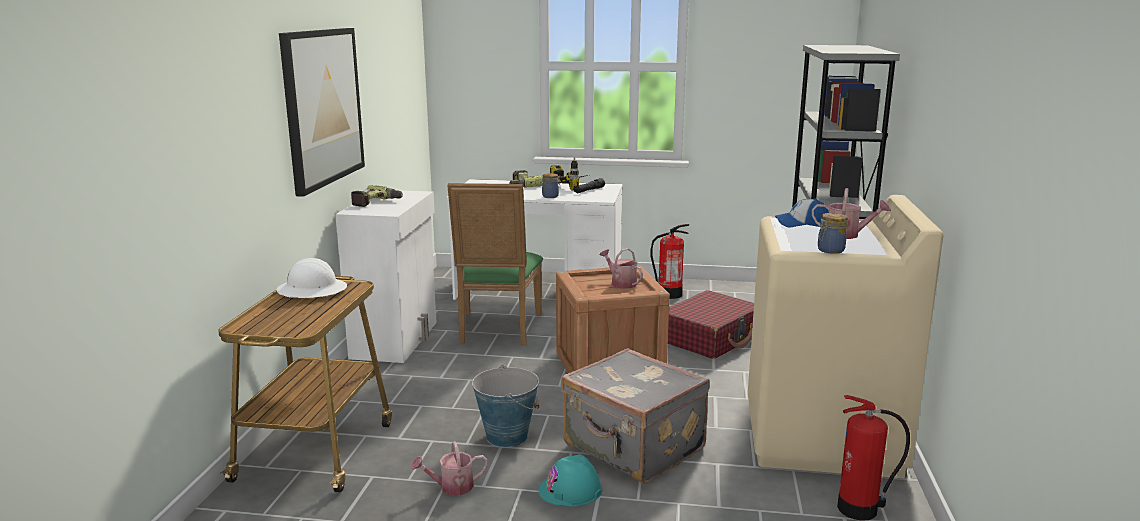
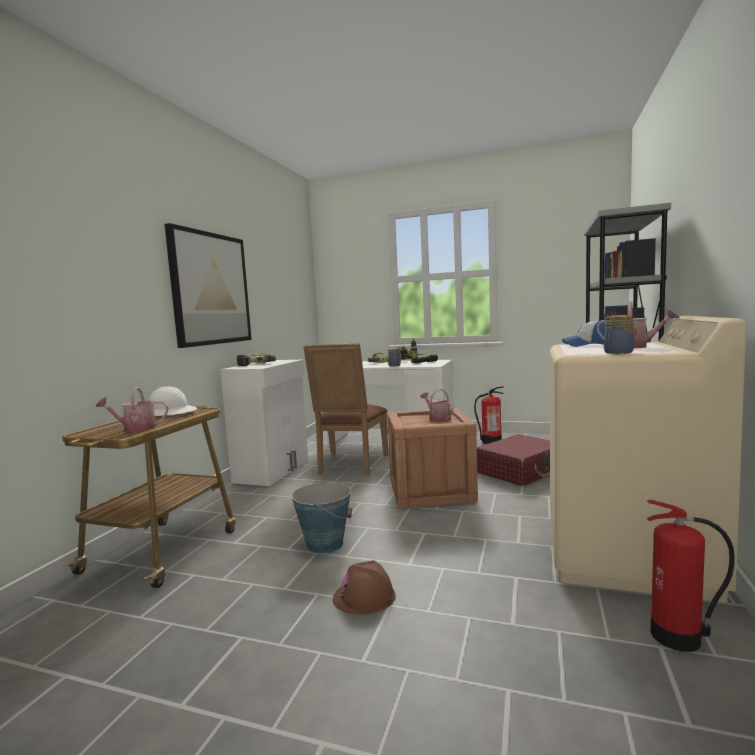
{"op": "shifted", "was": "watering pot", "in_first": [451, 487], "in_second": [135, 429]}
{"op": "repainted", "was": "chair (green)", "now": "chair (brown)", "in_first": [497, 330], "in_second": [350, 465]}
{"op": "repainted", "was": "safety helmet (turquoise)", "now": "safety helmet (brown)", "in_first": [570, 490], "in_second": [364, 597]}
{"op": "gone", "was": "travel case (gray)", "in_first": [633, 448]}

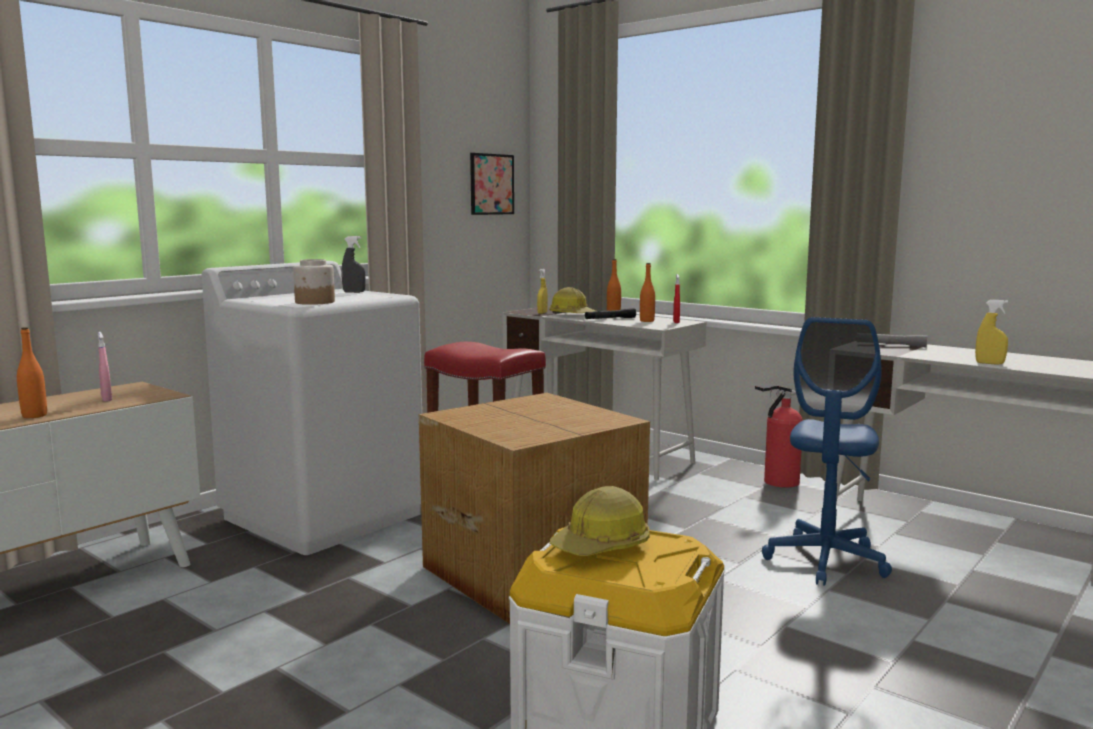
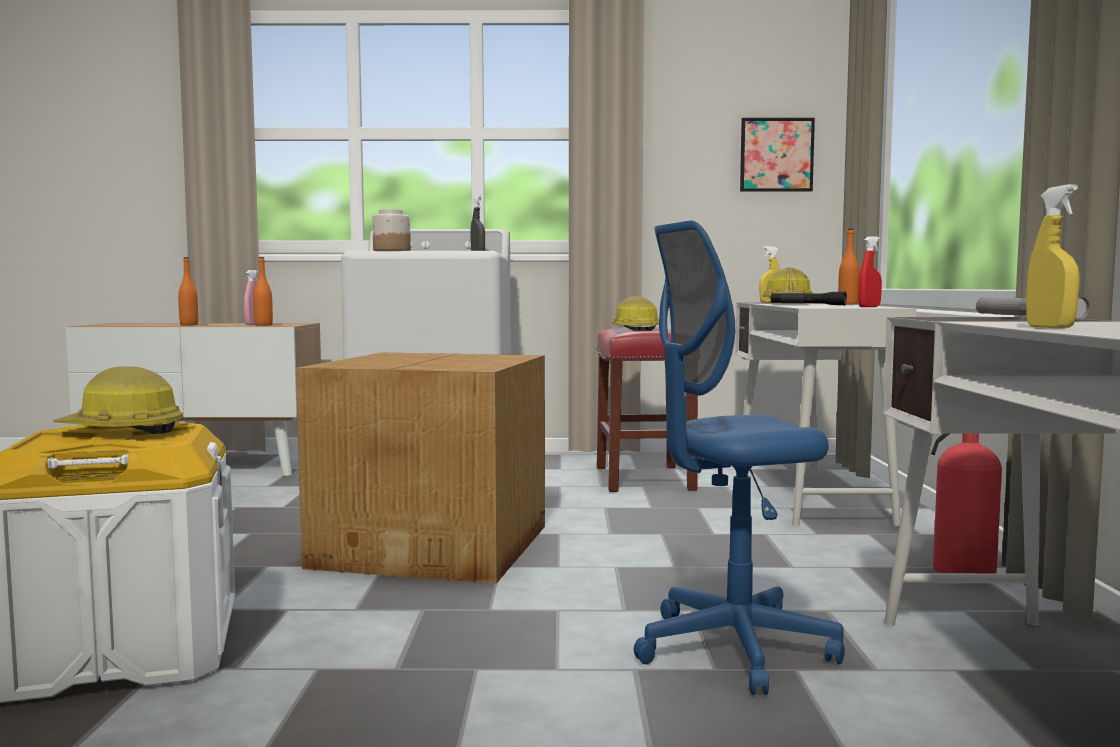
{"op": "shifted", "was": "bottle (orange-coloured)", "in_first": [647, 321], "in_second": [263, 325]}
{"op": "new", "now": "safety helmet", "in_second": [634, 330]}

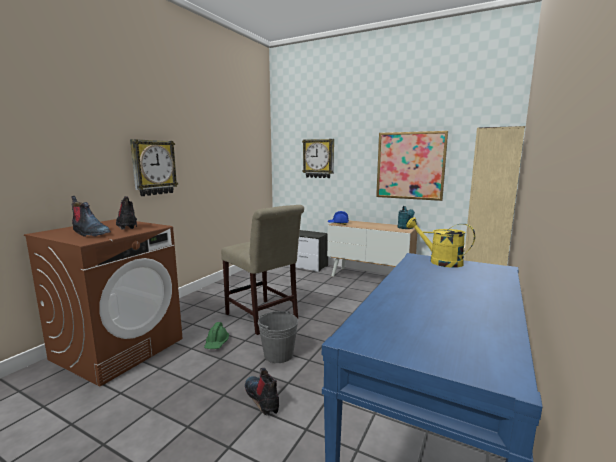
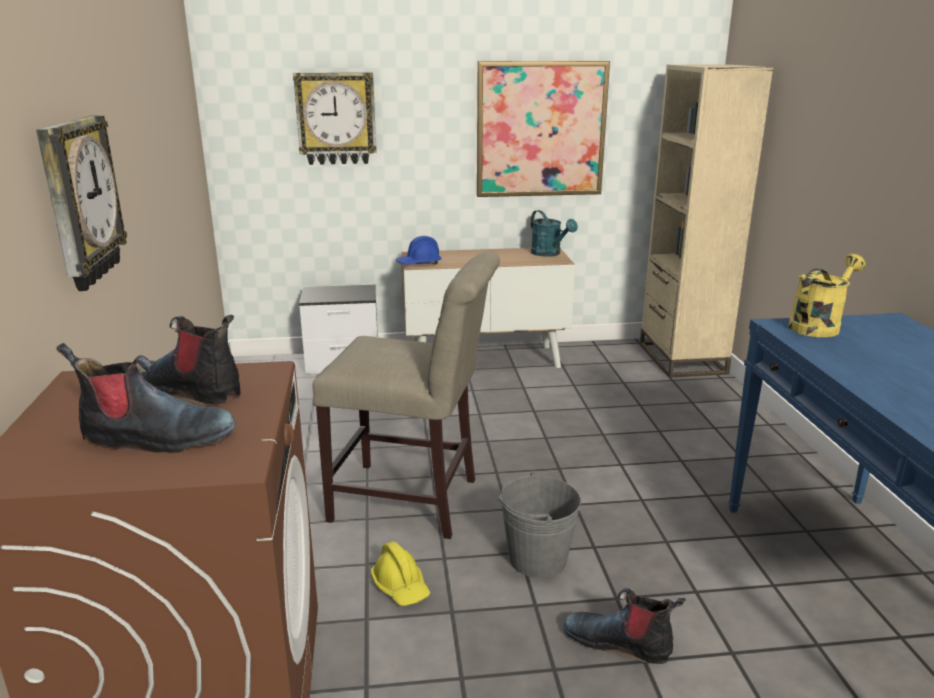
{"op": "repainted", "was": "safety helmet (green)", "now": "safety helmet (yellow-coloured)", "in_first": [216, 343], "in_second": [401, 586]}
{"op": "rotated", "was": "watering pot (yellow-coloured)", "in_first": [439, 261], "in_second": [818, 326], "clockwise": 135}

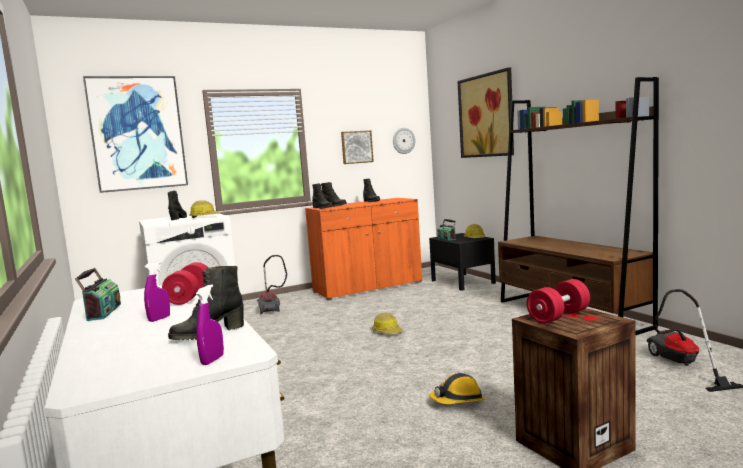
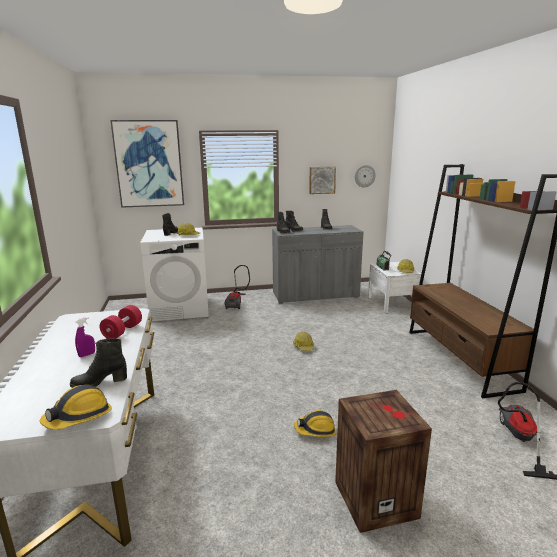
{"op": "swapped", "was": "spray bottle (purple)", "now": "safety helmet", "in_first": [212, 360], "in_second": [79, 417]}
{"op": "repainted", "was": "cupboard (orange-coloured)", "now": "cupboard (gray)", "in_first": [368, 287], "in_second": [315, 295]}
{"op": "repainted", "was": "bedside table (black-coloured)", "now": "bedside table (white-coloured)", "in_first": [462, 282], "in_second": [391, 303]}
{"op": "gone", "was": "radio set", "in_first": [102, 312]}
{"op": "gone", "was": "picture", "in_first": [486, 116]}
{"op": "gone", "was": "dumbbell (red-coloured)", "in_first": [558, 316]}

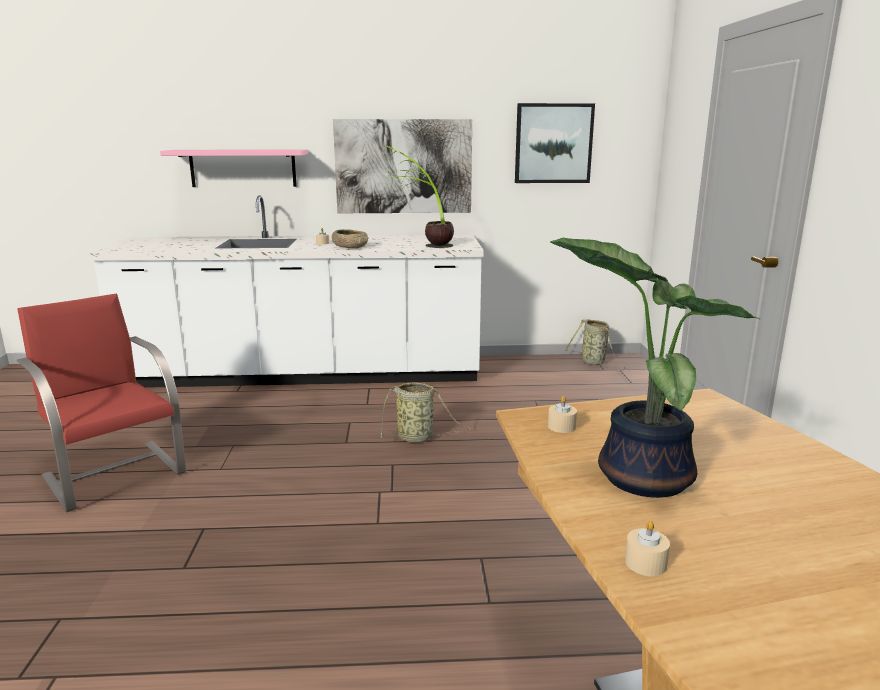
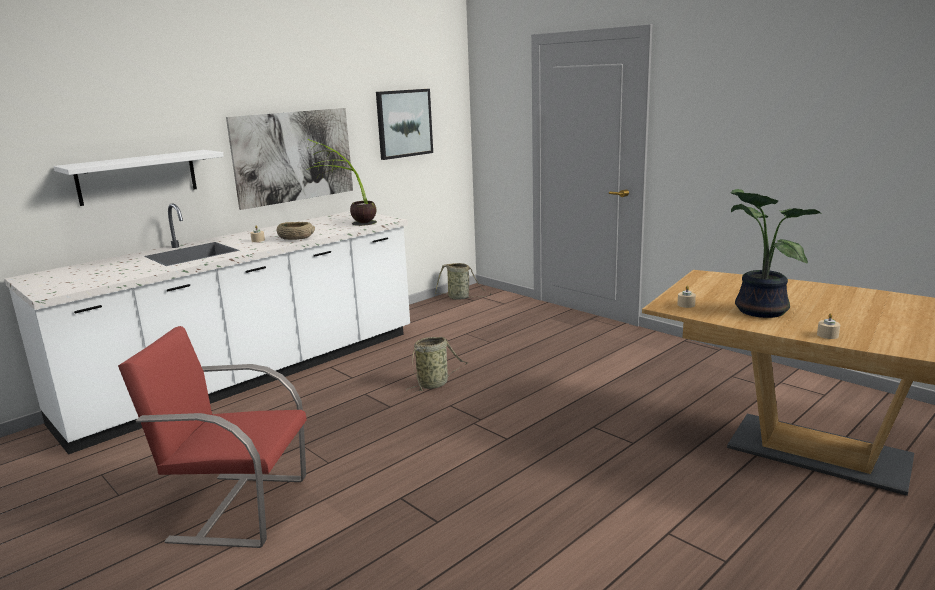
{"op": "repainted", "was": "bracket shelf (pinkish)", "now": "bracket shelf (white-coloured)", "in_first": [243, 168], "in_second": [137, 177]}

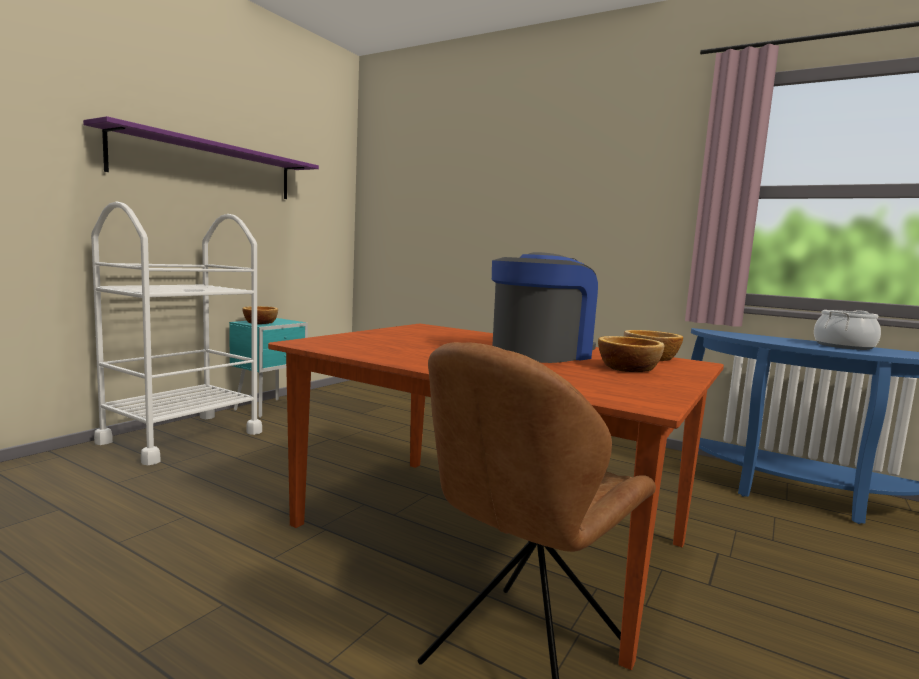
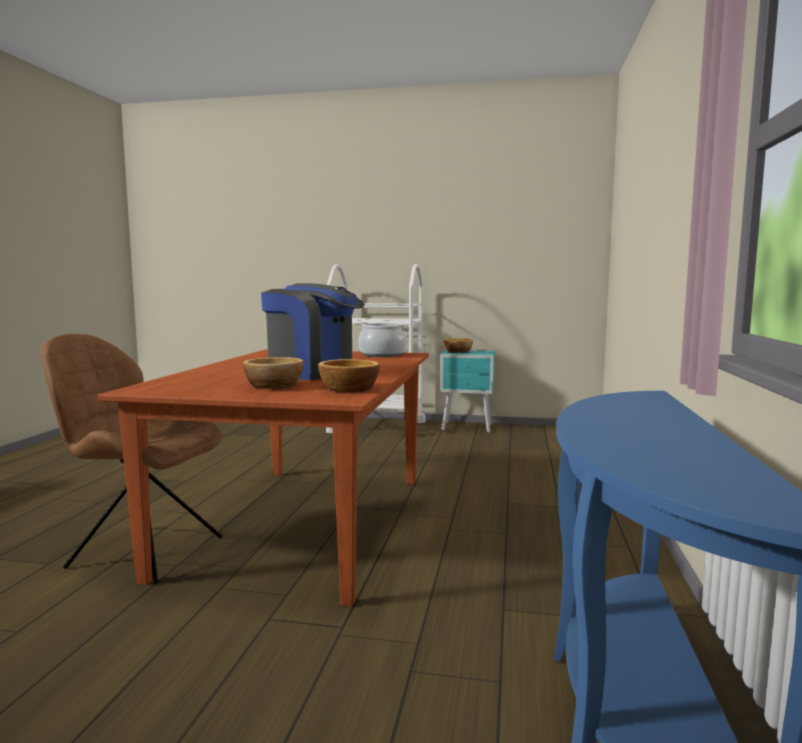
{"op": "shifted", "was": "saucepot", "in_first": [844, 346], "in_second": [382, 354]}
{"op": "gone", "was": "bracket shelf (purple)", "in_first": [208, 167]}

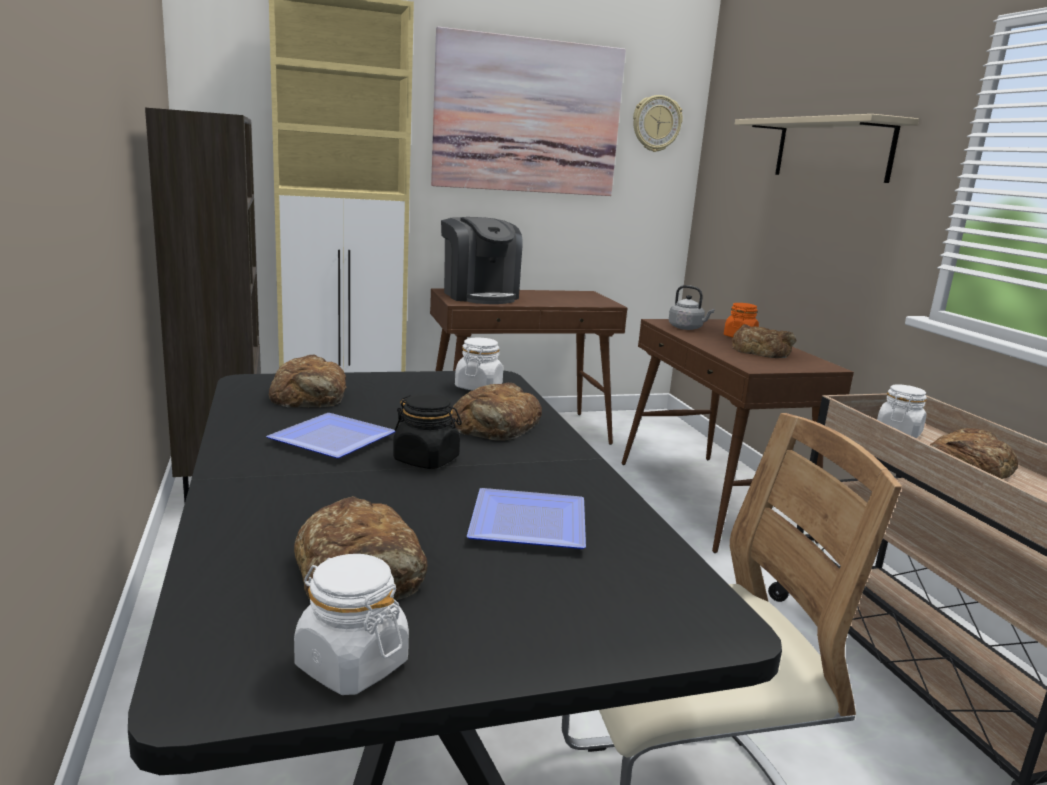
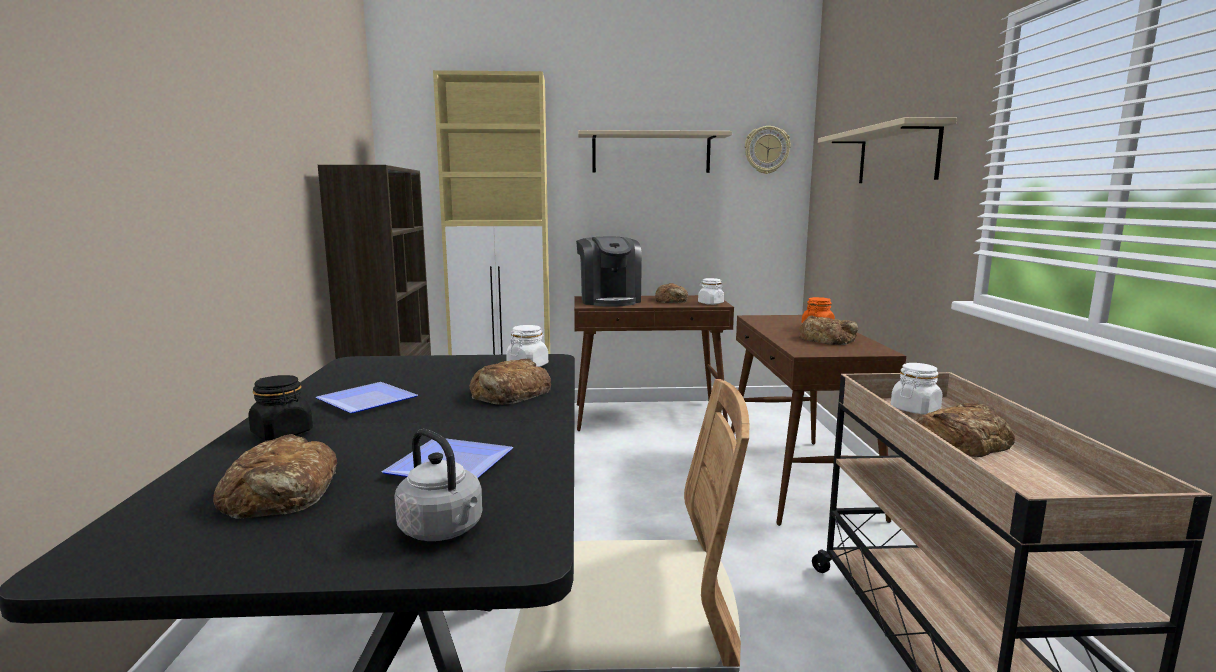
{"op": "shifted", "was": "preserve jar (black-coloured)", "in_first": [426, 460], "in_second": [282, 433]}
{"op": "shifted", "was": "water kettle (gray)", "in_first": [687, 328], "in_second": [443, 530]}
{"op": "swapped", "was": "picture", "now": "bracket shelf (sand-coloured)", "in_first": [528, 117], "in_second": [651, 153]}
{"op": "shifted", "was": "bakery bread", "in_first": [310, 395], "in_second": [672, 300]}
{"op": "shifted", "was": "preserve jar (white-coloured)", "in_first": [351, 664], "in_second": [710, 303]}

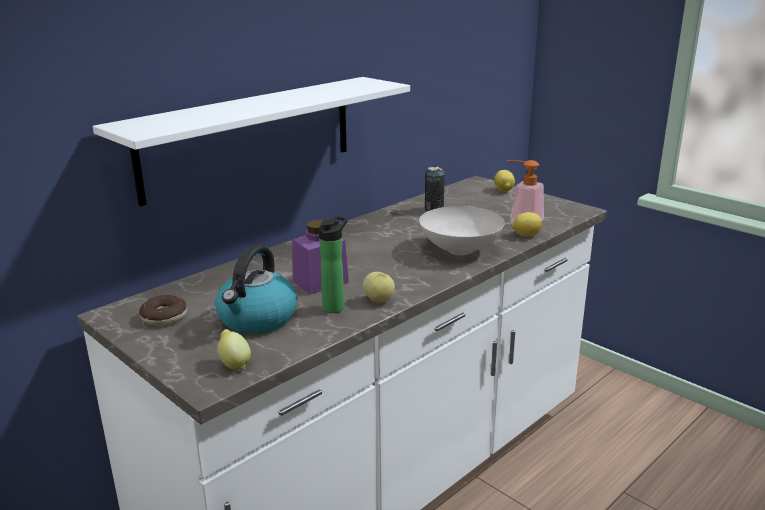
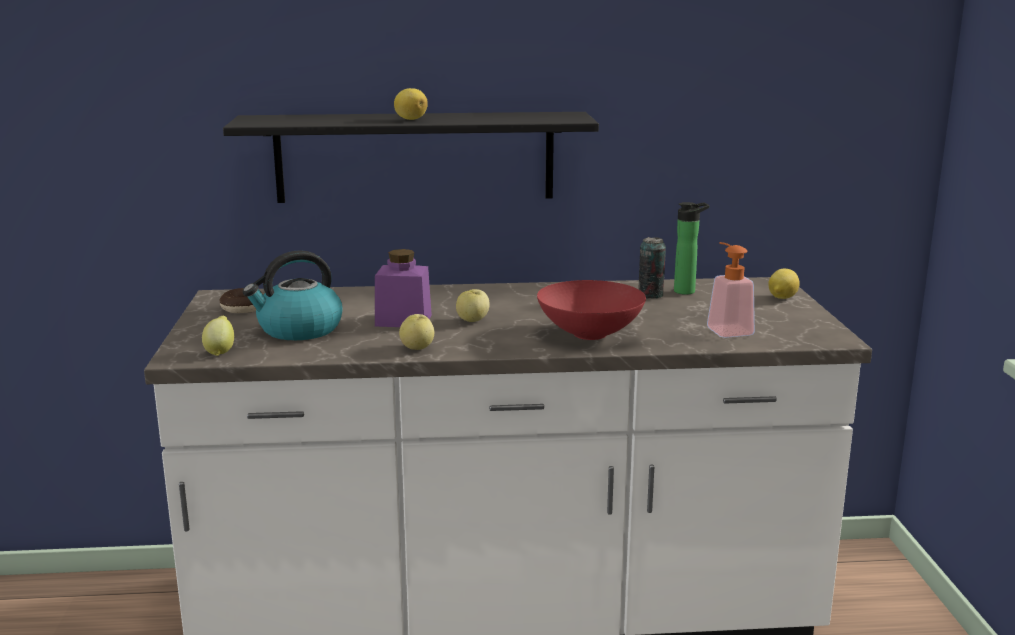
{"op": "repainted", "was": "bracket shelf (white-coloured)", "now": "bracket shelf (black-coloured)", "in_first": [249, 137], "in_second": [415, 157]}
{"op": "shifted", "was": "citrus fruit", "in_first": [526, 235], "in_second": [410, 119]}
{"op": "new", "now": "apple fruit", "in_second": [473, 320]}
{"op": "repainted", "was": "deep dish (white-coloured)", "now": "deep dish (red-coloured)", "in_first": [461, 250], "in_second": [589, 335]}
{"op": "shifted", "was": "bottle", "in_first": [335, 307], "in_second": [687, 291]}

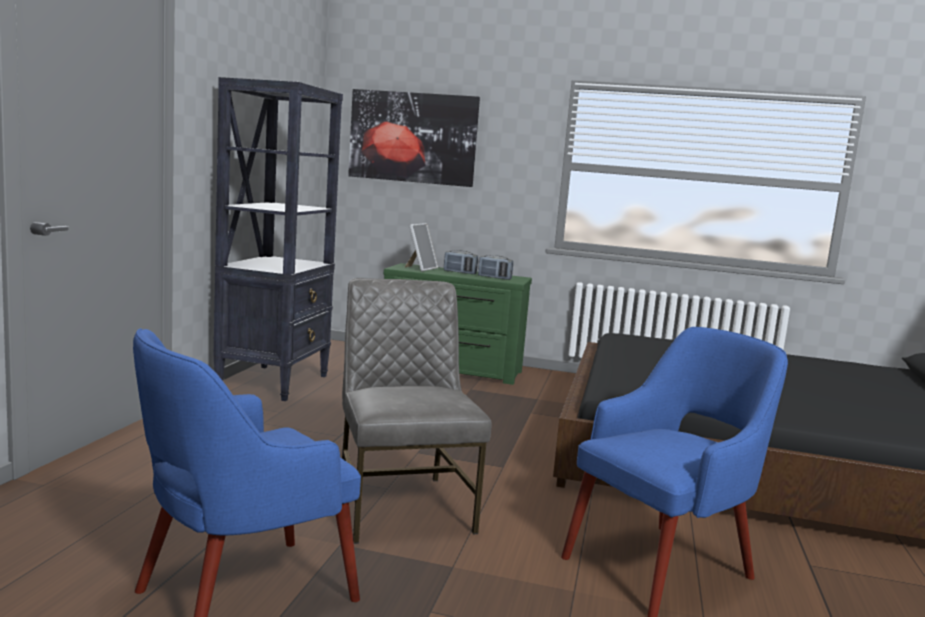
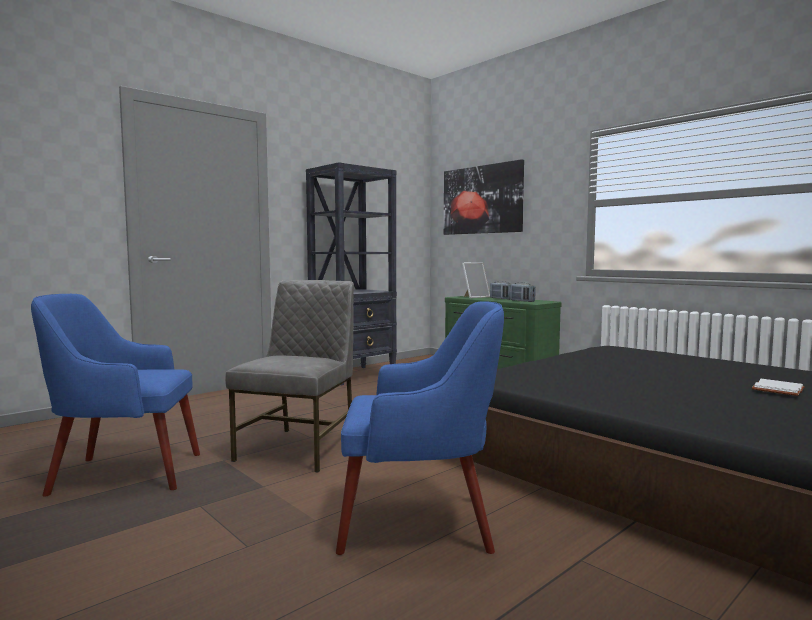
{"op": "new", "now": "book (white-coloured)", "in_second": [776, 389]}

